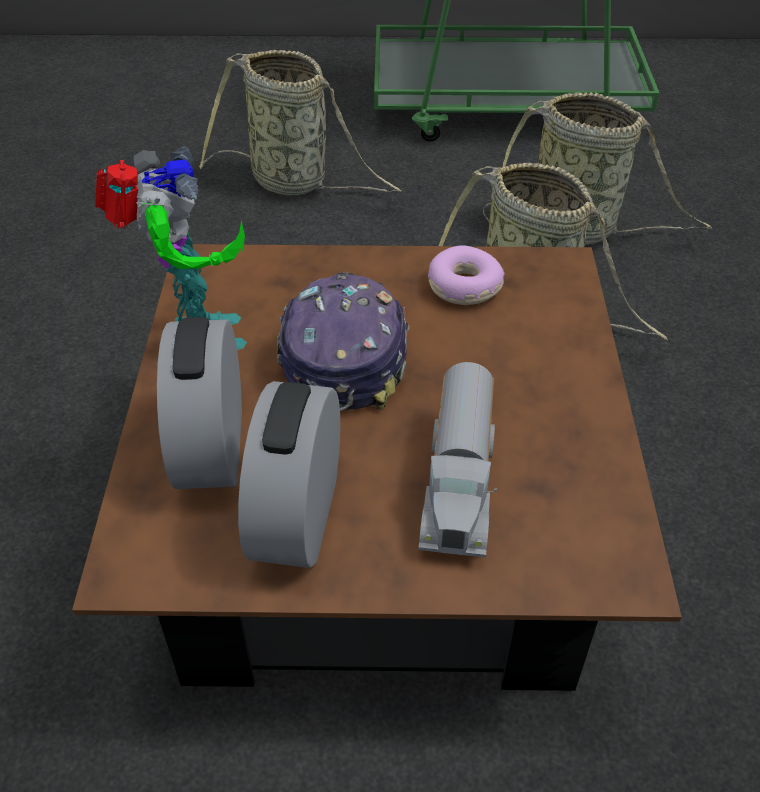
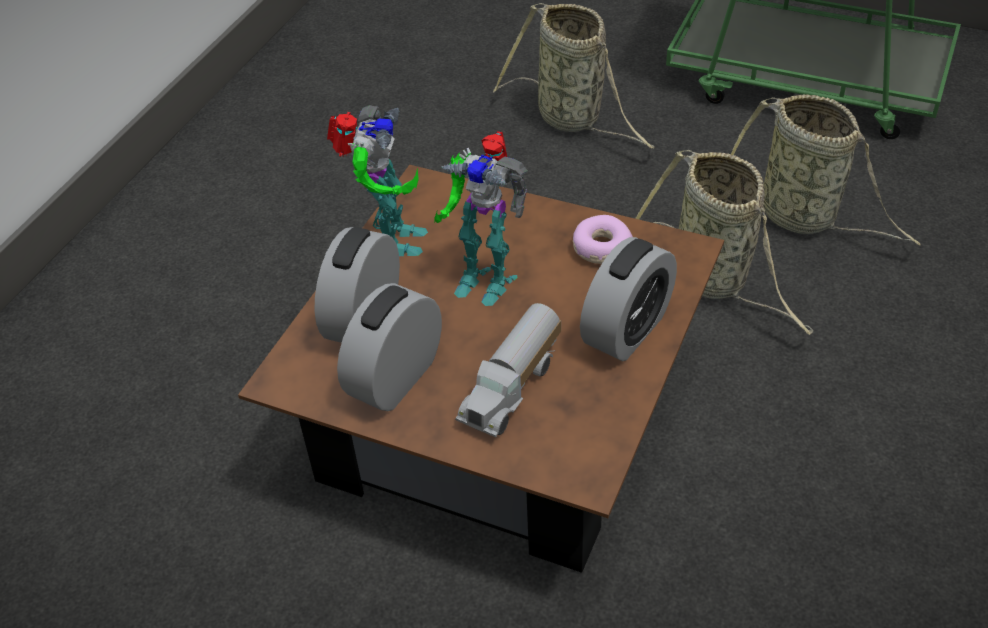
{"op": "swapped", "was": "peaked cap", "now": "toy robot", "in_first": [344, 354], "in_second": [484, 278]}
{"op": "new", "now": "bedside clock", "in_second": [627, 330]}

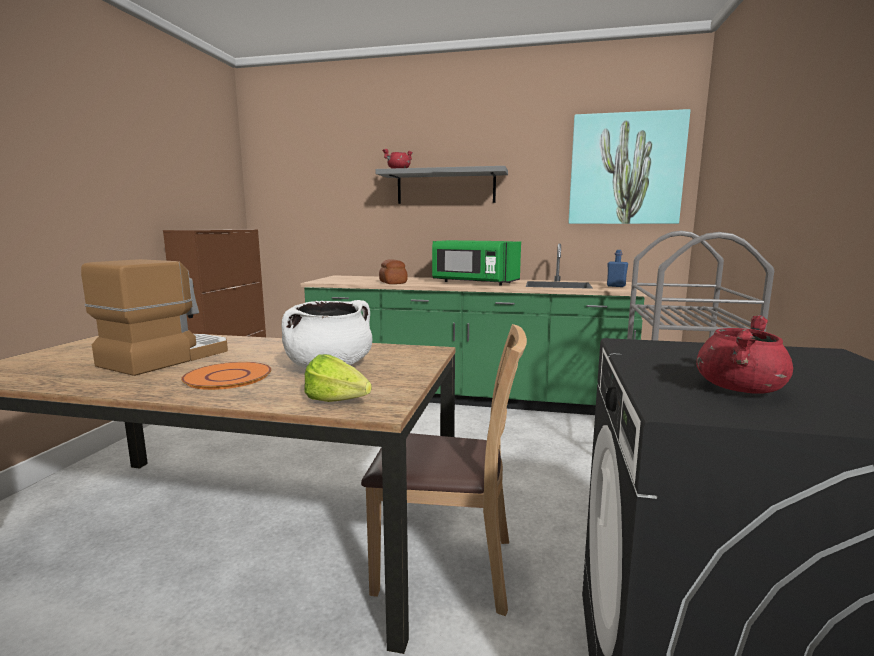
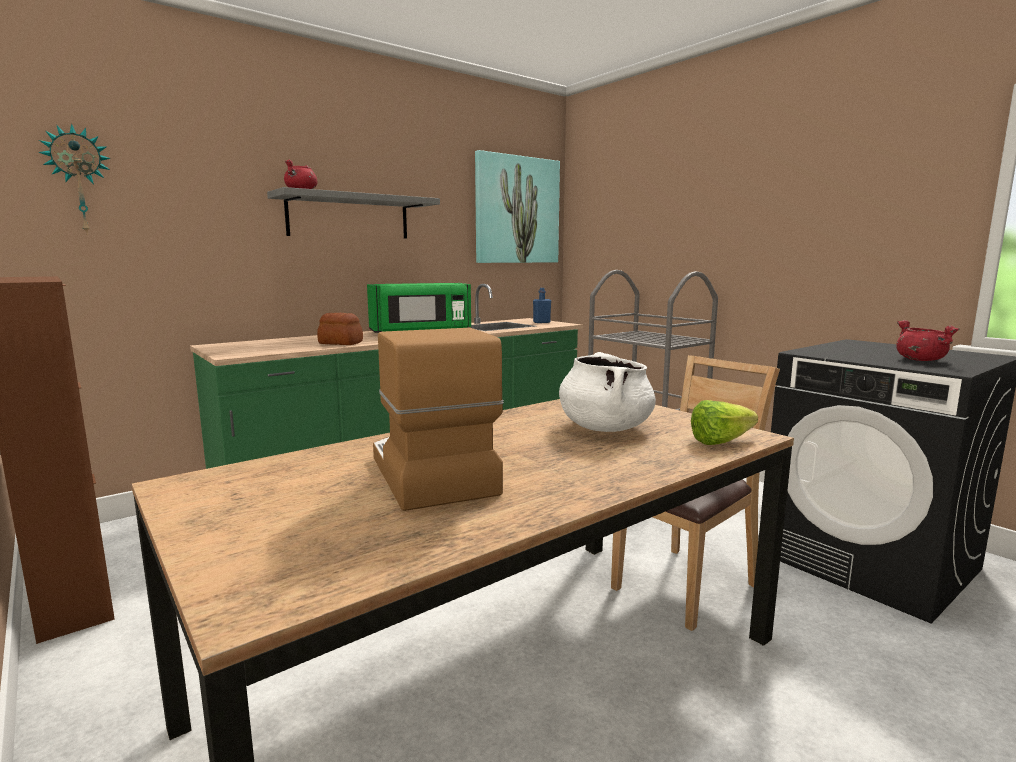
{"op": "new", "now": "clock on the wall", "in_second": [79, 180]}
{"op": "gone", "was": "flat dish (orange-coloured)", "in_first": [227, 377]}

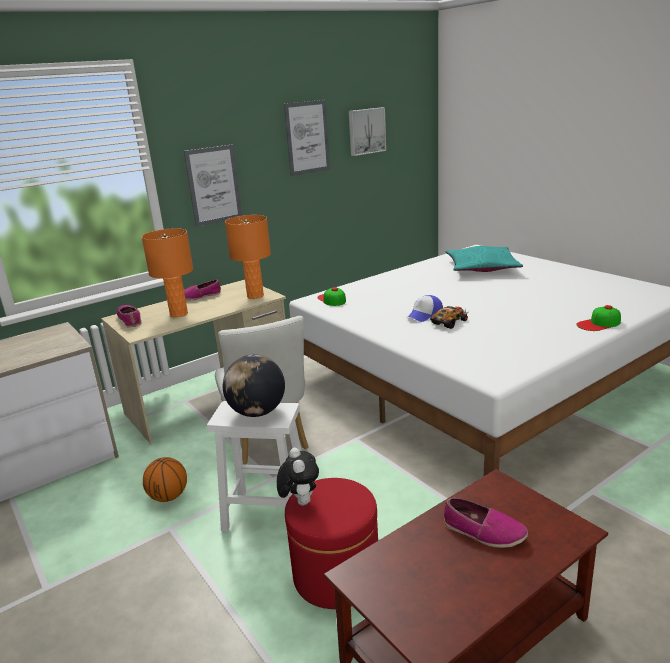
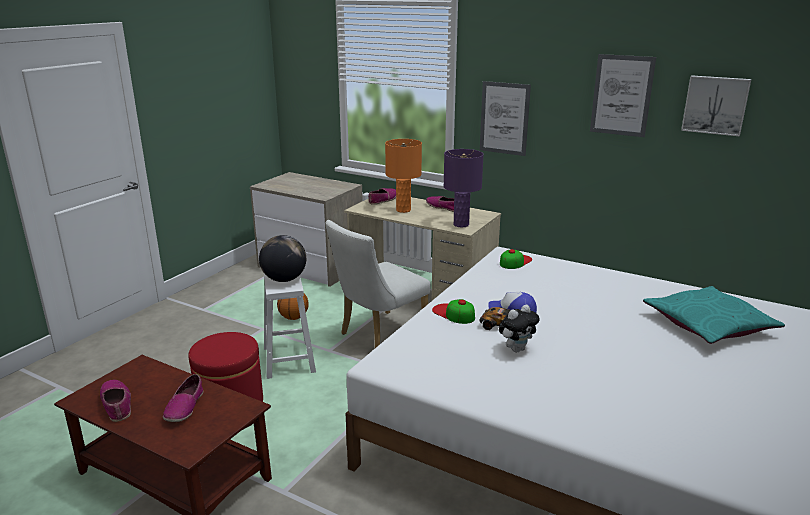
{"op": "new", "now": "low shoe", "in_second": [117, 404]}
{"op": "shifted", "was": "peaked cap", "in_first": [599, 323], "in_second": [453, 313]}
{"op": "repainted", "was": "lamp for a table (orange-coloured)", "now": "lamp for a table (purple)", "in_first": [255, 296], "in_second": [461, 225]}
{"op": "shifted", "was": "cuddly toy", "in_first": [300, 501], "in_second": [517, 349]}

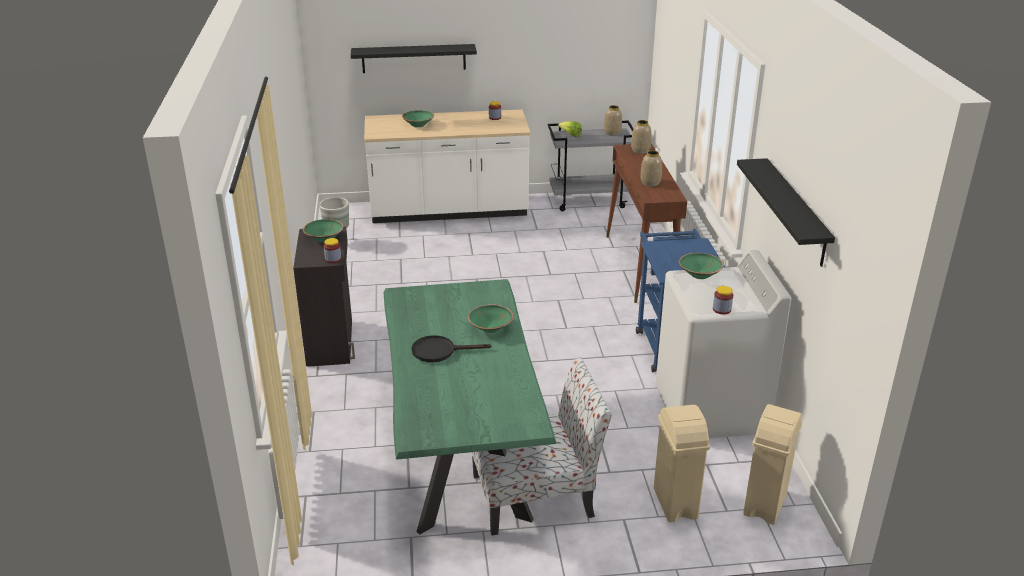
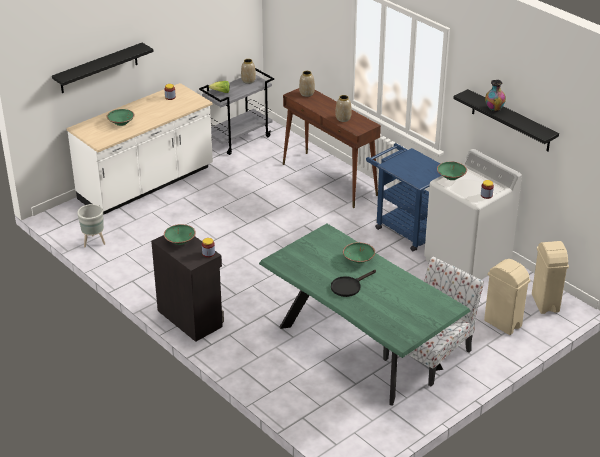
{"op": "new", "now": "vase", "in_second": [494, 109]}

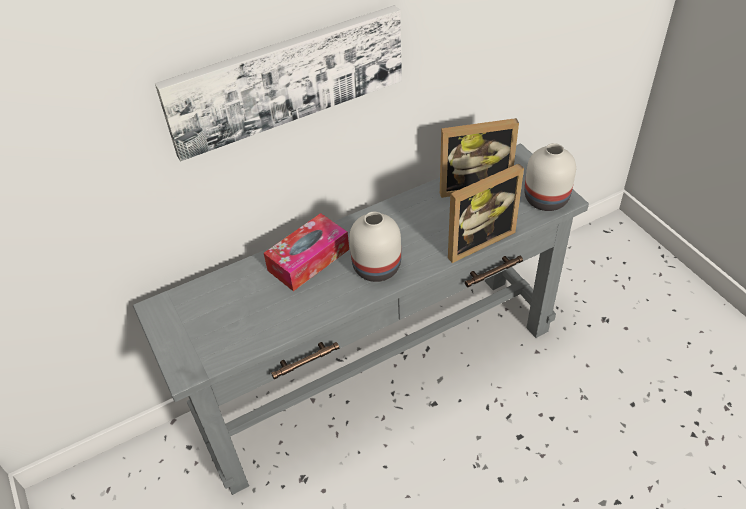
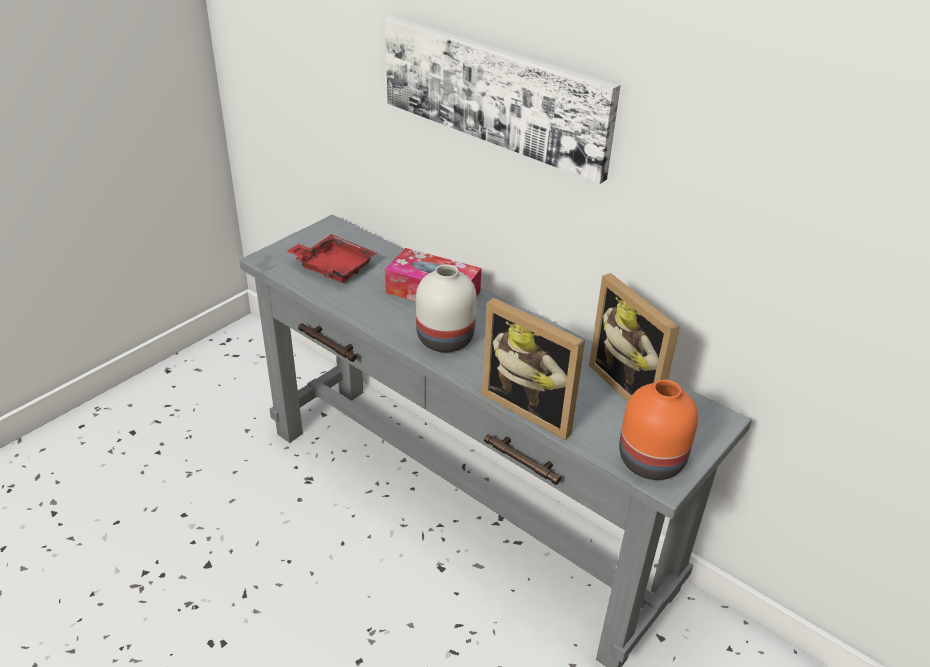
{"op": "new", "now": "carrying tray (red-coloured)", "in_second": [333, 267]}
{"op": "repainted", "was": "vase (white-coloured)", "now": "vase (orange-coloured)", "in_first": [547, 199], "in_second": [652, 462]}

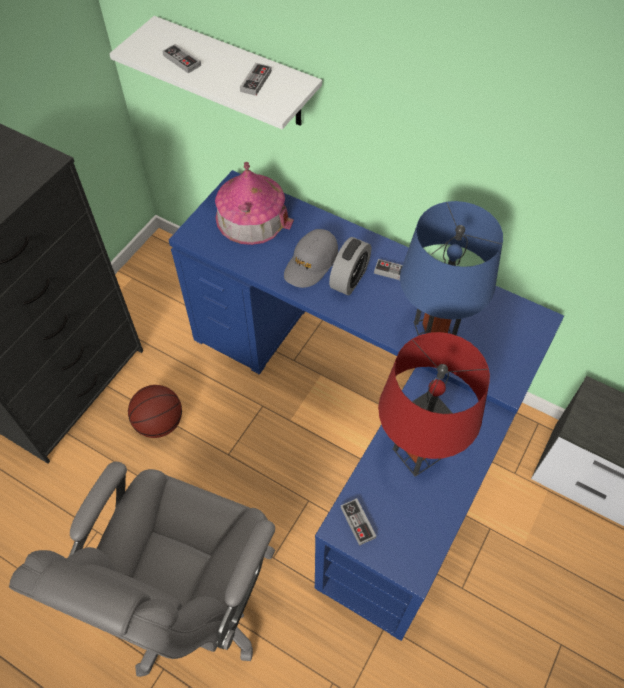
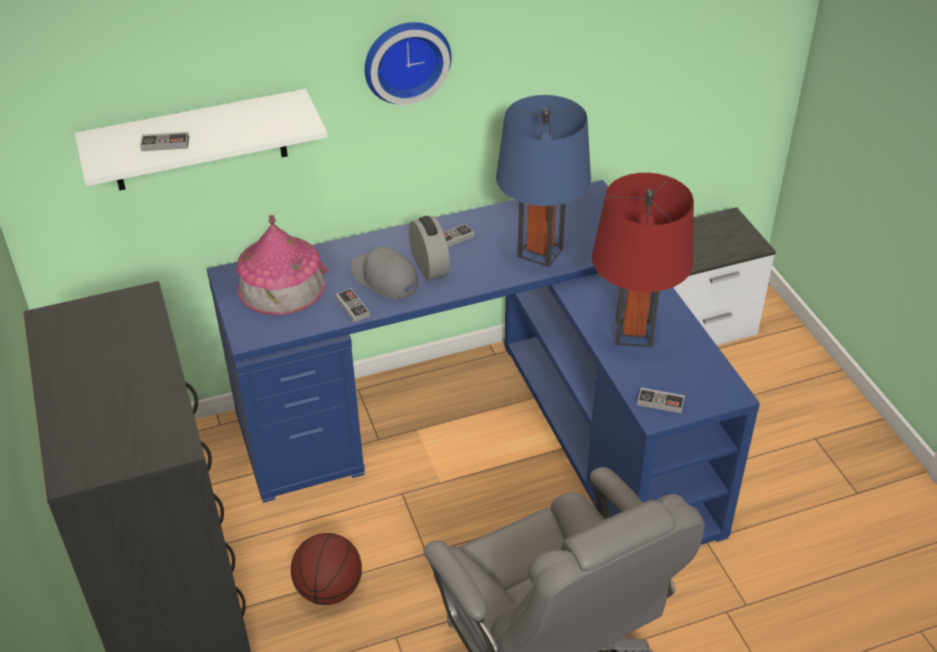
{"op": "shifted", "was": "joypad", "in_first": [256, 81], "in_second": [352, 307]}
{"op": "rotated", "was": "peaked cap (gray)", "in_first": [311, 263], "in_second": [384, 279], "clockwise": 150}
{"op": "new", "now": "clock on the wall", "in_second": [405, 60]}

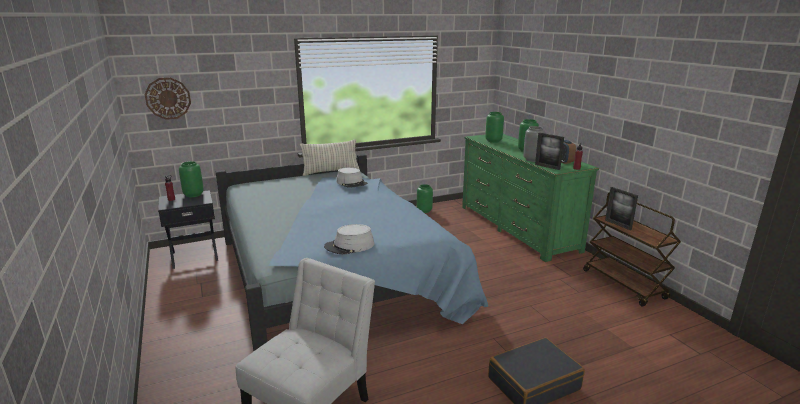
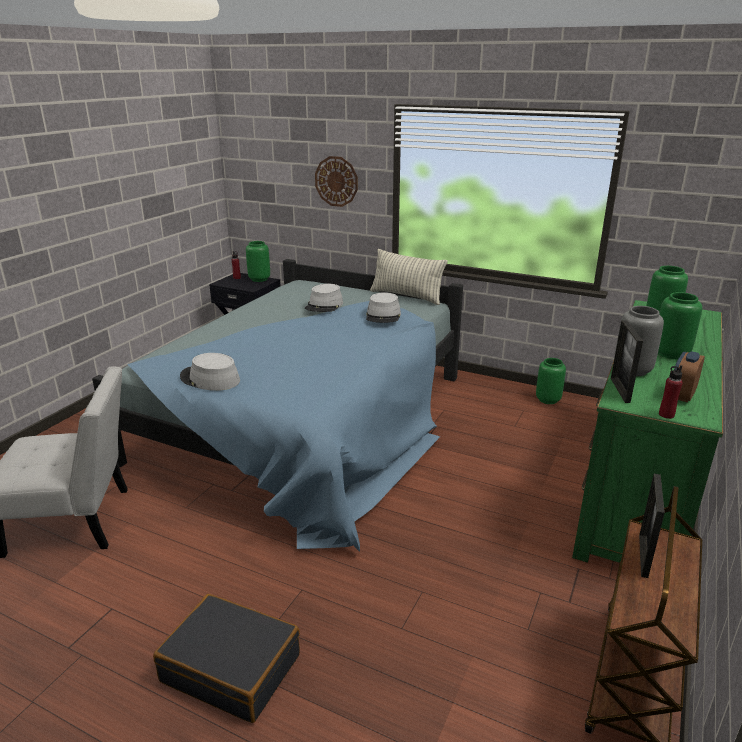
{"op": "new", "now": "hat (gray)", "in_second": [324, 305]}
{"op": "shifted", "was": "clock on the wall", "in_first": [168, 98], "in_second": [336, 181]}

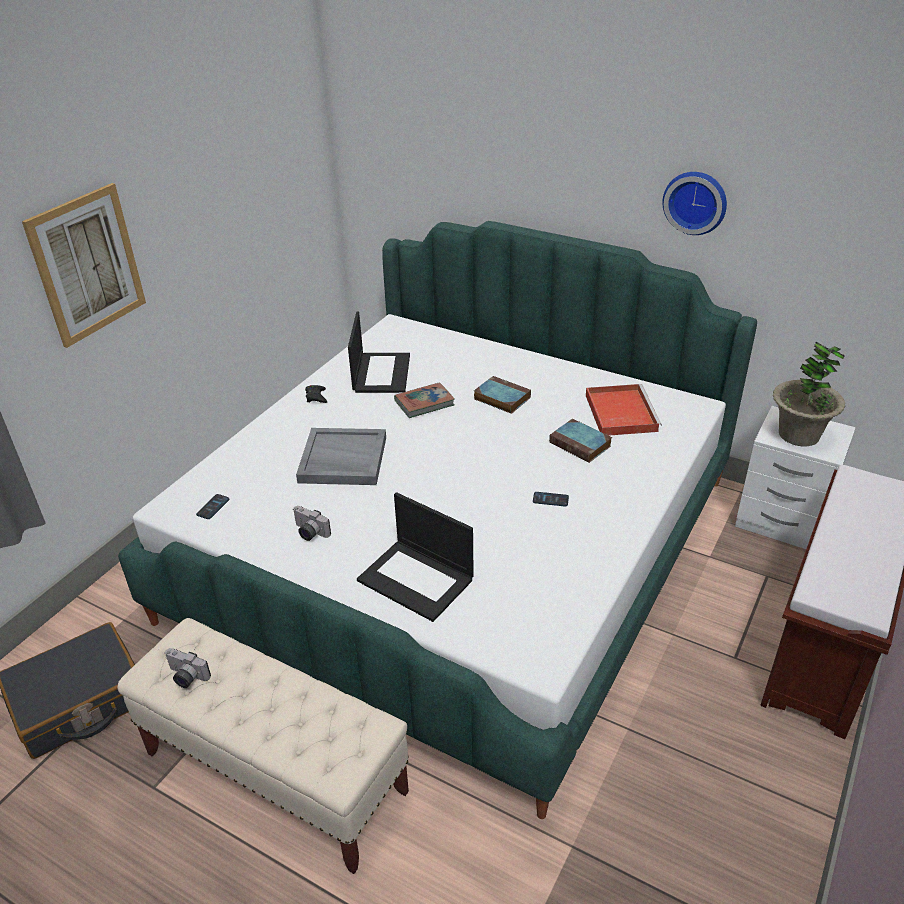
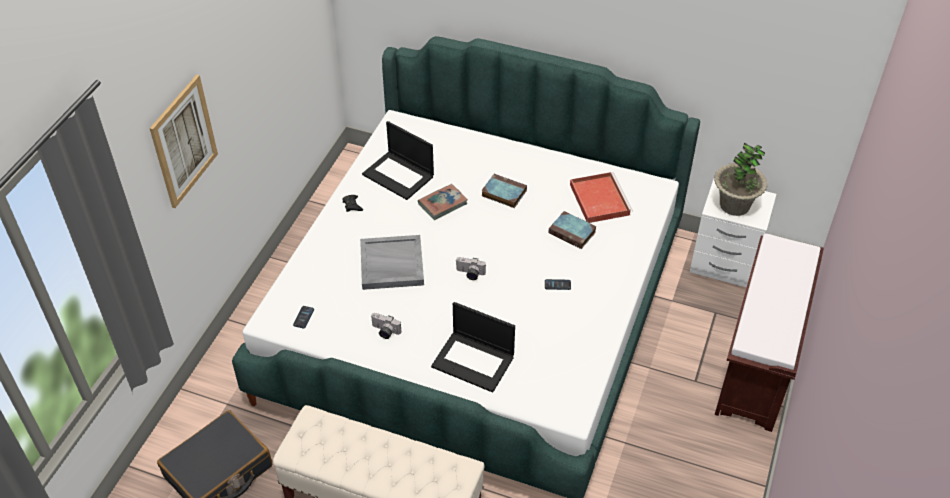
{"op": "rotated", "was": "notebook computer", "in_first": [381, 372], "in_second": [399, 175], "clockwise": 135}
{"op": "shifted", "was": "photo camera", "in_first": [185, 677], "in_second": [470, 274]}
{"op": "gone", "was": "clock on the wall", "in_first": [696, 201]}

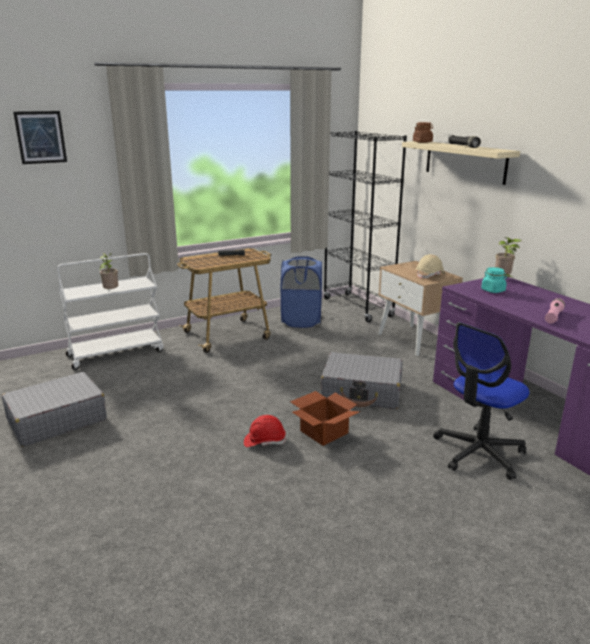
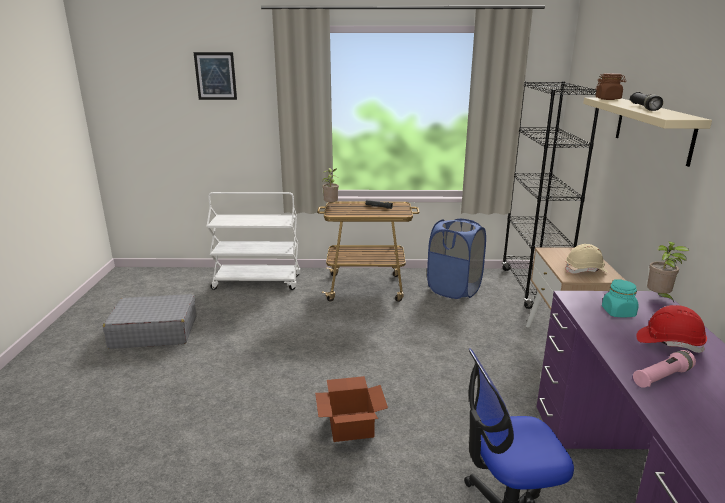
{"op": "shifted", "was": "houseplant", "in_first": [111, 292], "in_second": [331, 205]}
{"op": "shifted", "was": "safety helmet (red-coloured)", "in_first": [264, 441], "in_second": [669, 343]}
{"op": "gone", "was": "travel case (gray)", "in_first": [362, 391]}

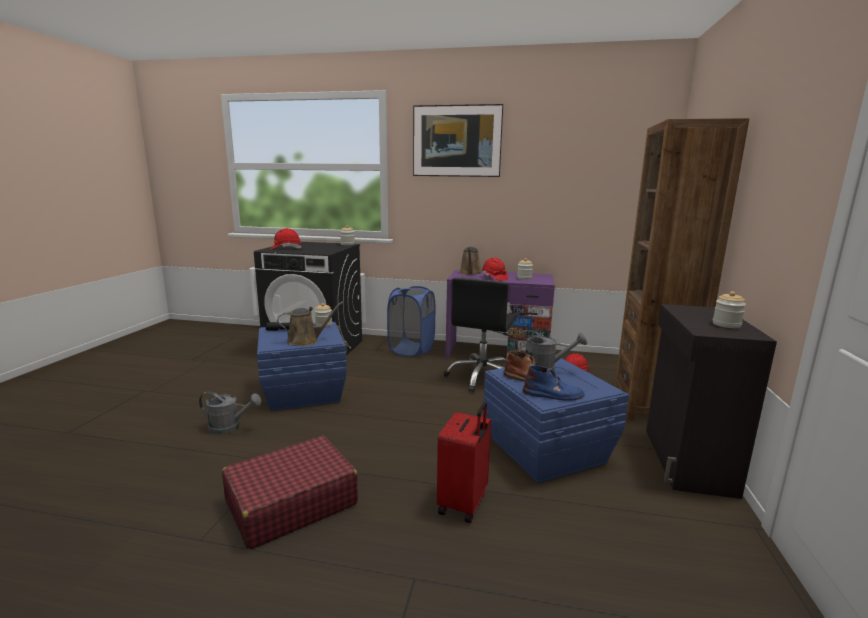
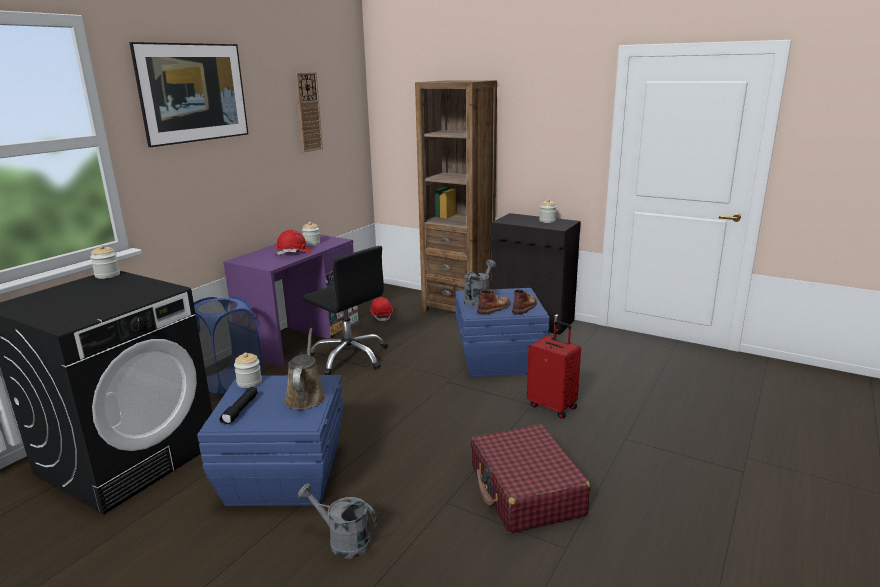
{"op": "new", "now": "clock on the wall", "in_second": [308, 112]}
{"op": "rotated", "was": "watering pot (gray)", "in_first": [230, 427], "in_second": [343, 541], "clockwise": -90}
{"op": "repainted", "was": "tall boot (blue-coloured)", "now": "tall boot (brown)", "in_first": [553, 395], "in_second": [525, 307]}
{"op": "gone", "was": "safety helmet (red-coloured)", "in_first": [286, 248]}
{"op": "gone", "was": "watering pot (brown)", "in_first": [470, 273]}

